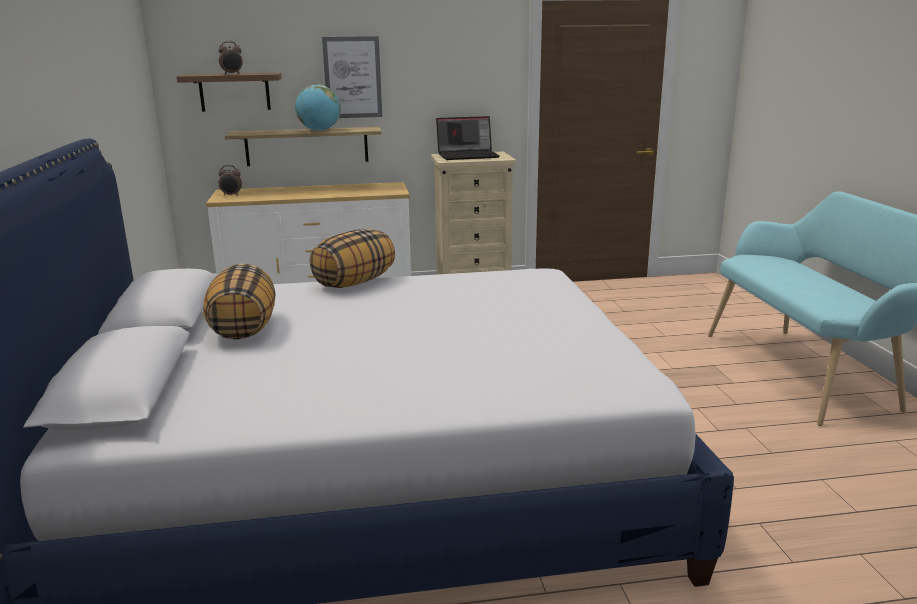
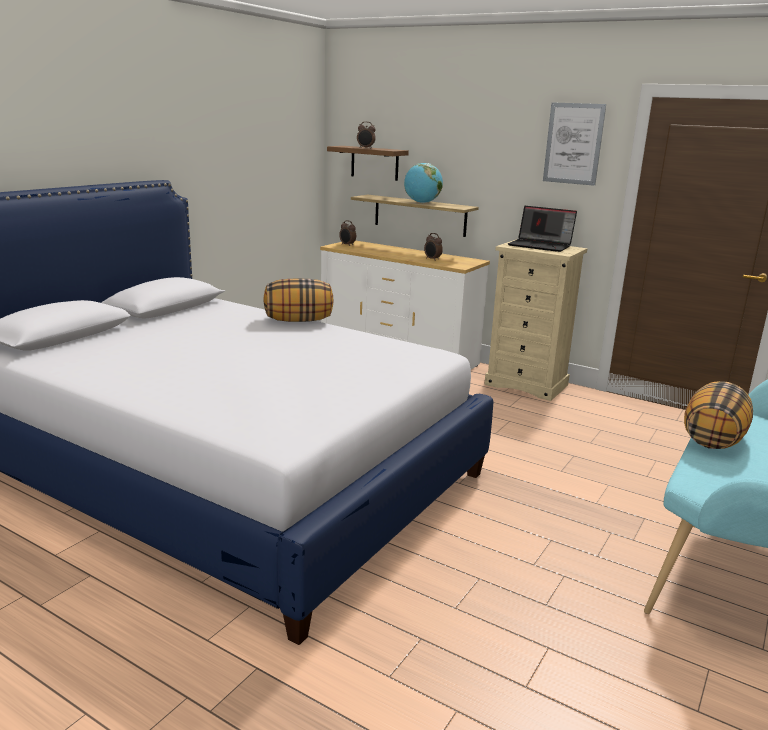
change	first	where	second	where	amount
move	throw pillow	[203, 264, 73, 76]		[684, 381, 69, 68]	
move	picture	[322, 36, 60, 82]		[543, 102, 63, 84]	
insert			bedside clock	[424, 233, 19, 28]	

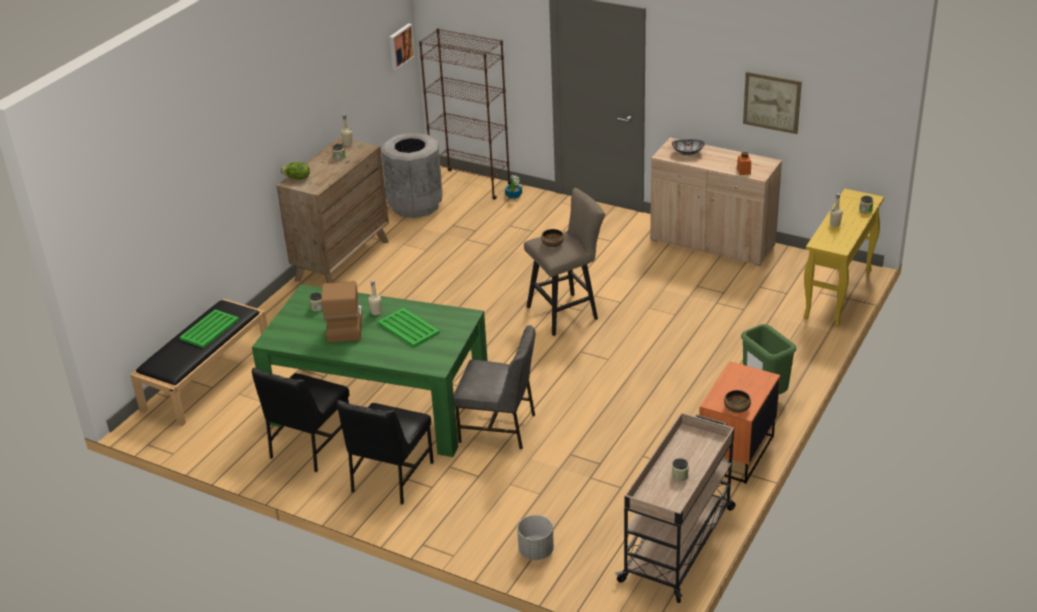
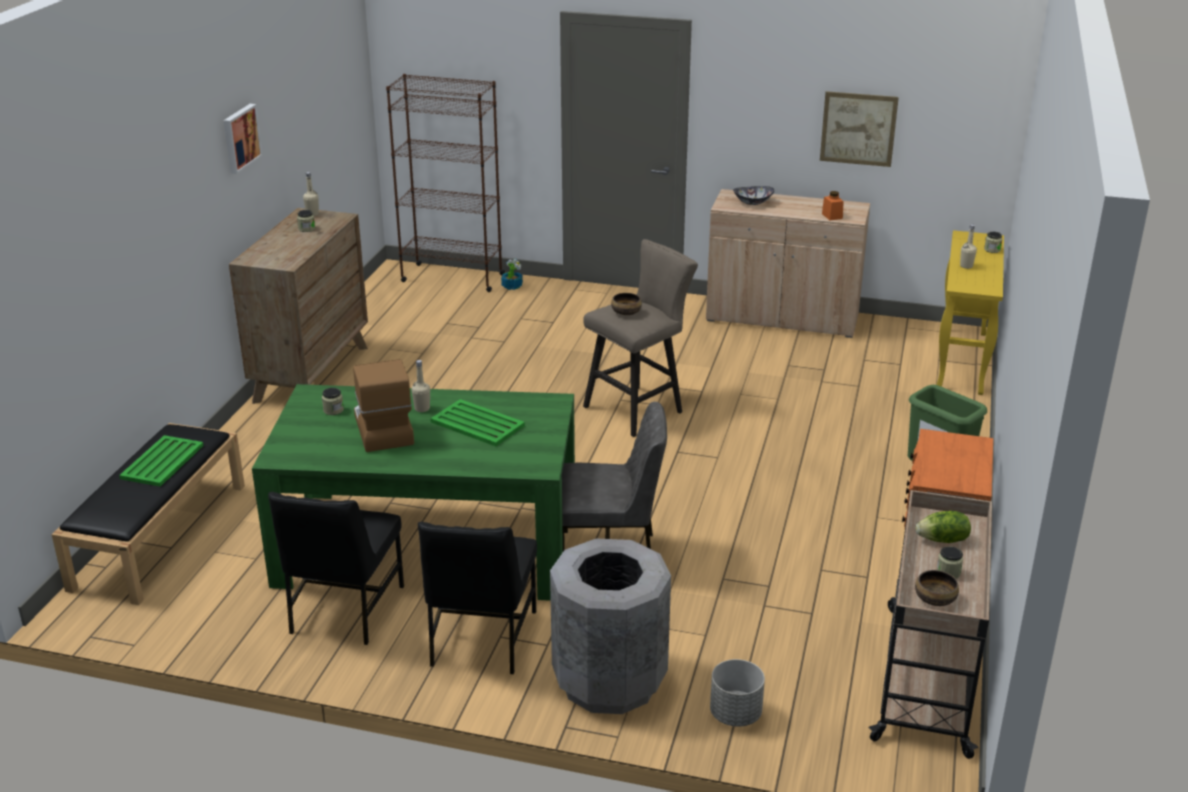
change	first	where	second	where	amount
move	lettuce	[281, 162, 29, 18]		[916, 511, 55, 32]	
move	waste bin in greyish	[382, 133, 61, 85]		[550, 539, 121, 175]	
move	picture	[389, 23, 26, 47]		[223, 104, 40, 70]	
move	serving bowl	[724, 390, 27, 23]		[915, 570, 44, 36]	

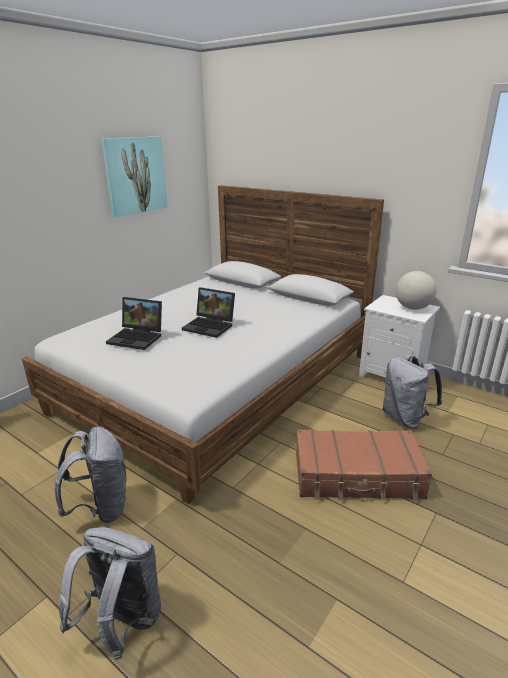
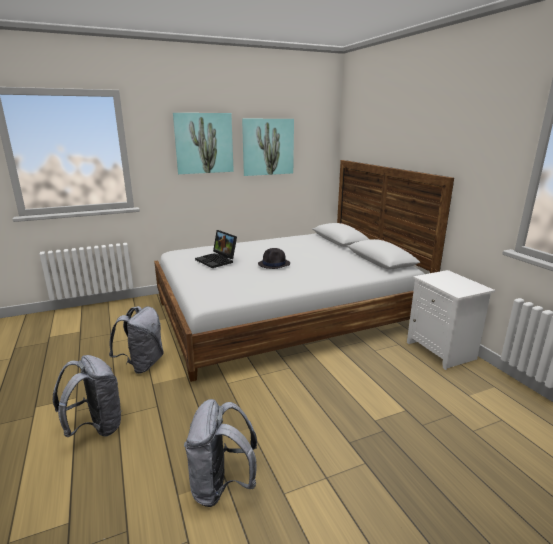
change	first	where	second	where	amount
replace	notebook computer	[182, 287, 53, 51]	clothing hat in black	[258, 248, 32, 21]	
delete	piece of luggage in brown	[296, 429, 136, 70]			
move	backpack in greyish	[383, 355, 59, 74]		[184, 399, 73, 108]	
delete	desk globe	[396, 271, 41, 39]			
insert			picture	[173, 113, 61, 61]	

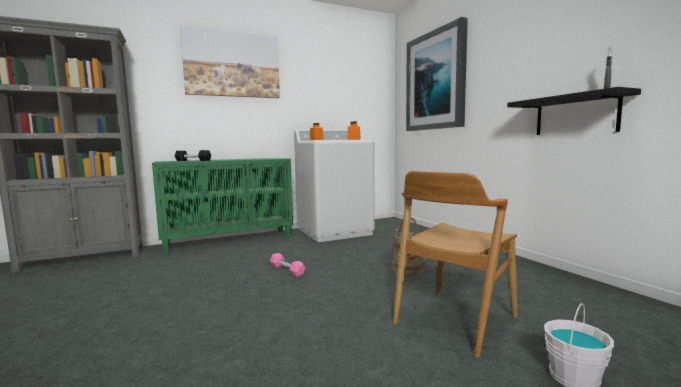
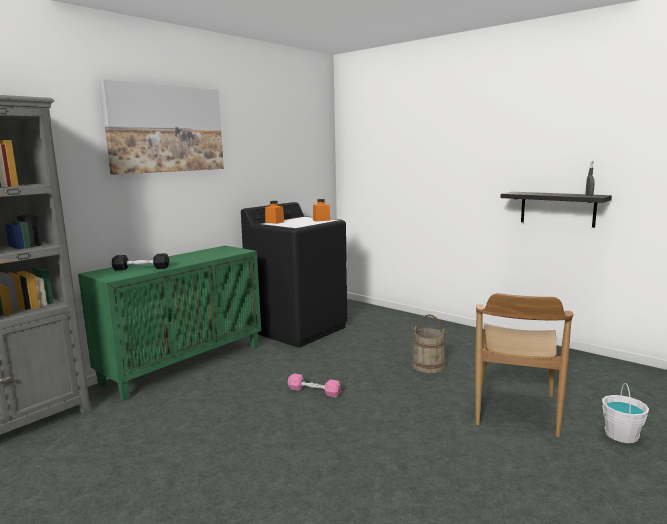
change	first	where	second	where	amount
recolor	washing machine in whitish	[294, 130, 81, 112]	washing machine in black	[241, 202, 106, 146]	
delete	picture	[406, 17, 62, 114]			

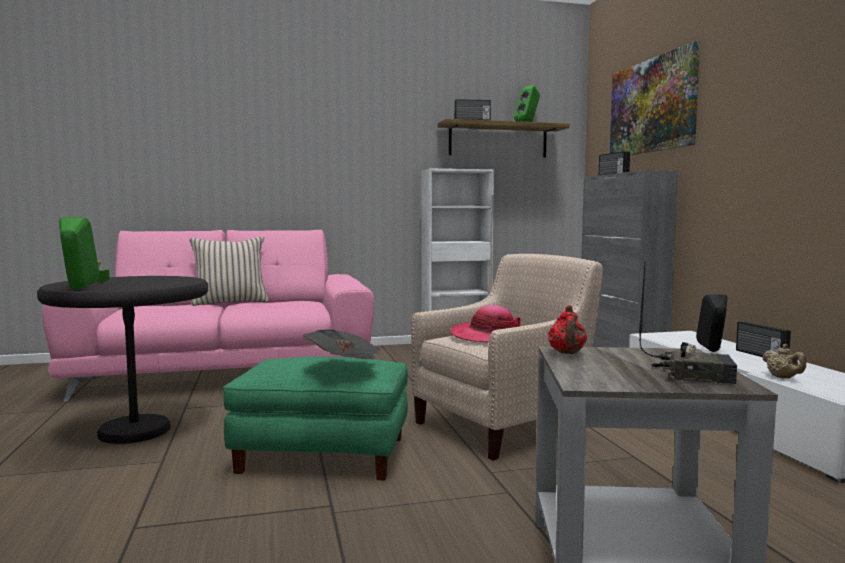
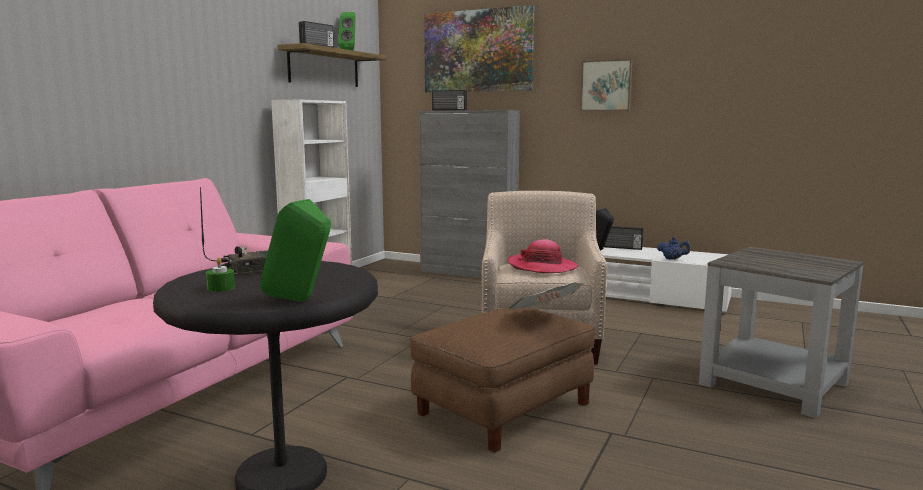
change	first	where	second	where	amount
delete	throw pillow in sand-coloured	[189, 237, 80, 69]			
recolor	ottoman in greenish	[223, 356, 185, 125]	ottoman in brown	[410, 307, 186, 145]	
delete	tea pot in red-coloured	[548, 305, 39, 49]			
move	radio	[639, 261, 98, 123]		[200, 187, 68, 88]	
recolor	tea pot in sand-coloured	[762, 344, 44, 34]	tea pot in bluish	[657, 237, 34, 23]	
insert			picture	[580, 59, 53, 52]	

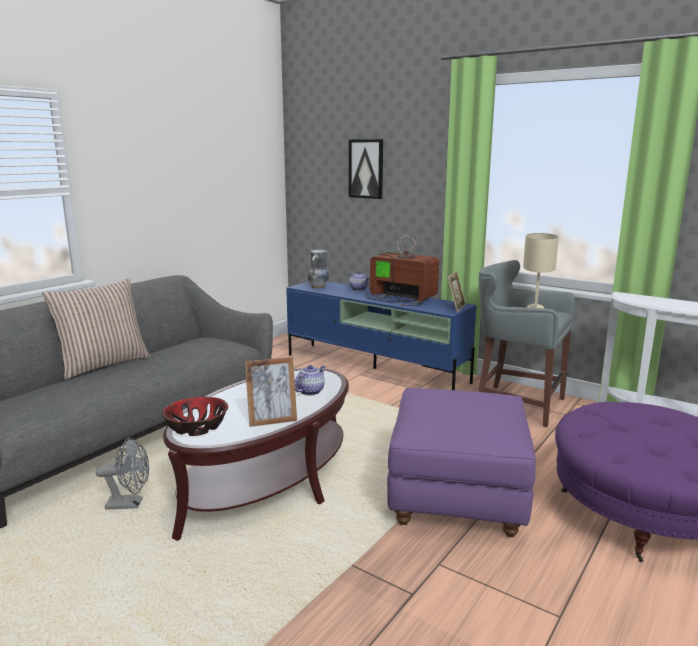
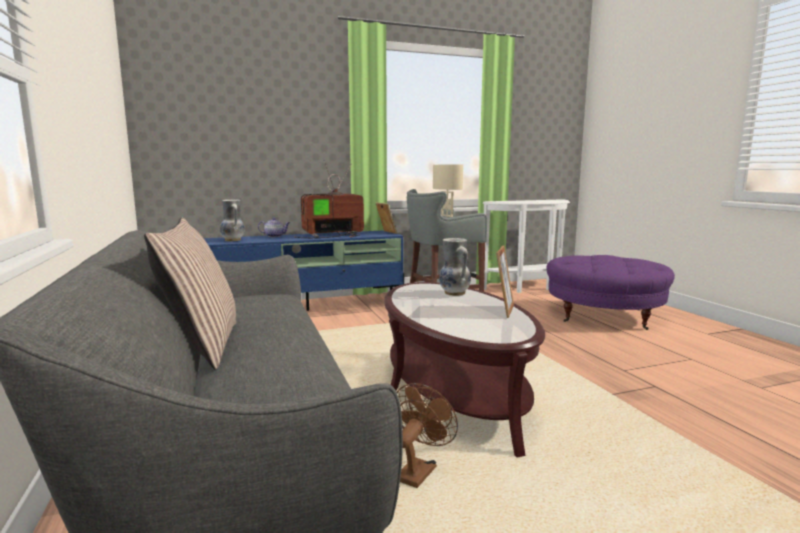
change	first	where	second	where	amount
recolor	electric fan in greyish	[95, 438, 54, 72]	electric fan in brown	[397, 383, 61, 105]	
delete	serving bowl	[162, 397, 66, 39]			
replace	tea pot	[295, 365, 30, 30]	vase	[439, 238, 32, 58]	
delete	picture	[349, 139, 34, 60]			
delete	ottoman in purple	[387, 387, 149, 150]			

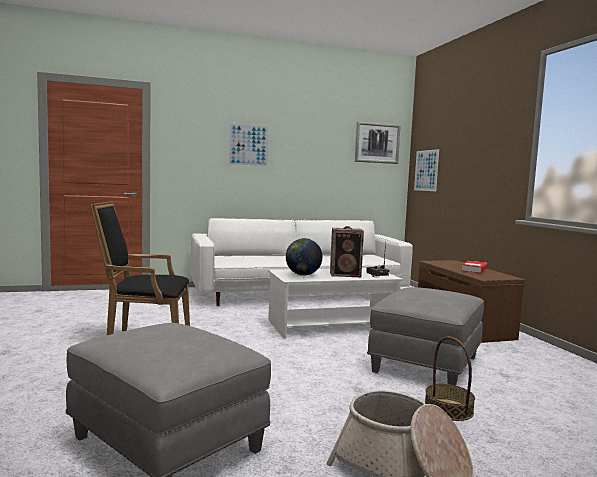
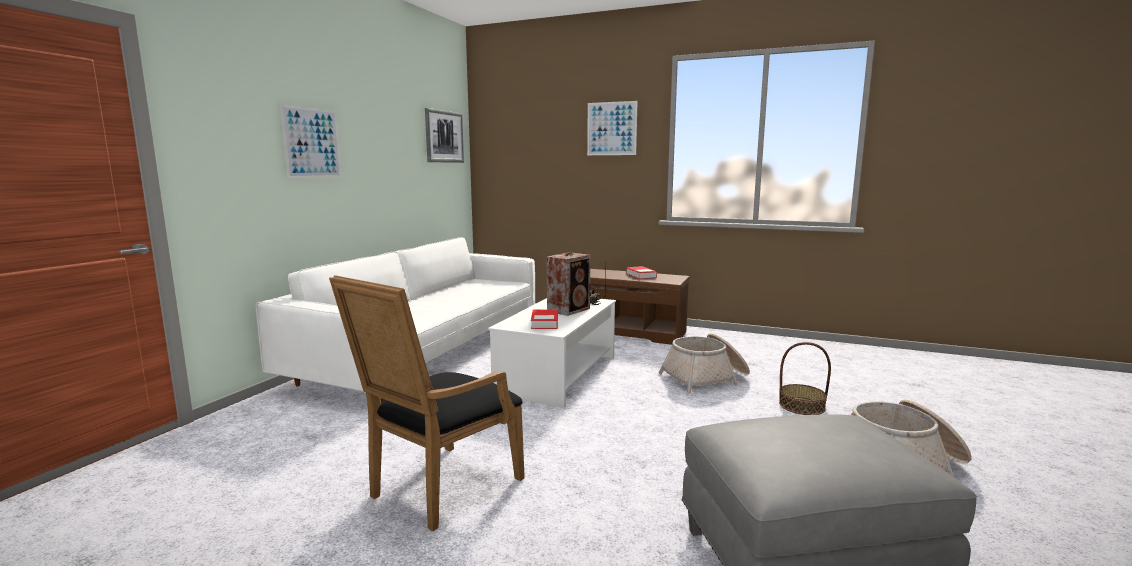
change	first	where	second	where	amount
replace	desk globe	[286, 238, 37, 38]	bound book	[531, 309, 27, 20]	
replace	ottoman in greyish	[367, 287, 117, 99]	household basket	[659, 333, 91, 60]	
move	picture	[414, 149, 25, 42]		[587, 101, 50, 54]	

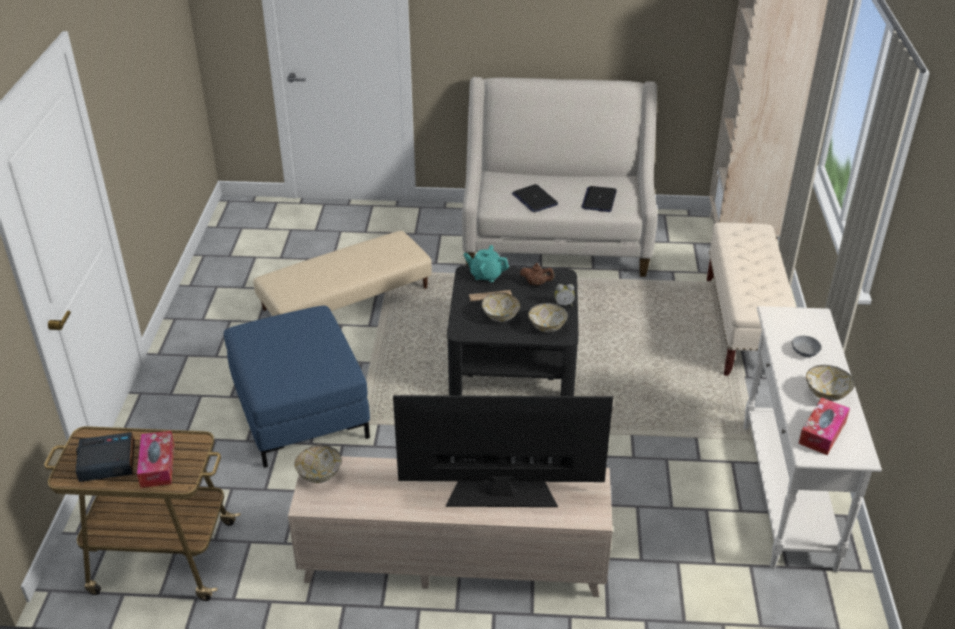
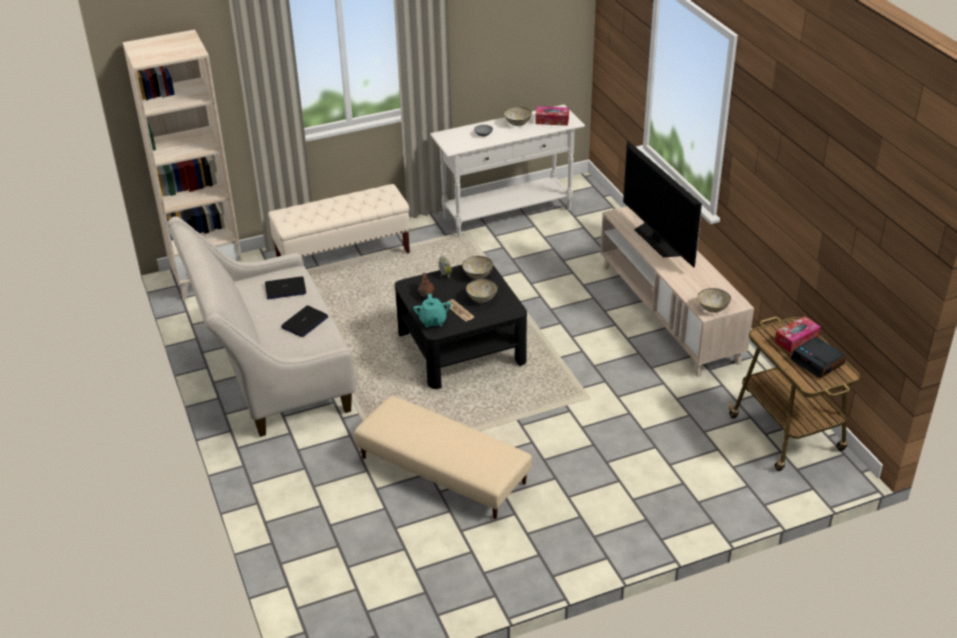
change	first	where	second	where	amount
delete	ottoman in bluish	[224, 306, 146, 162]			

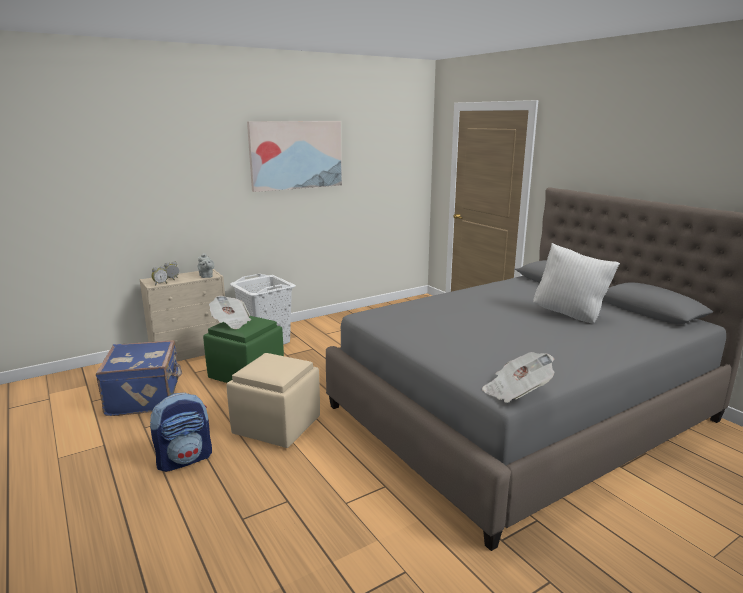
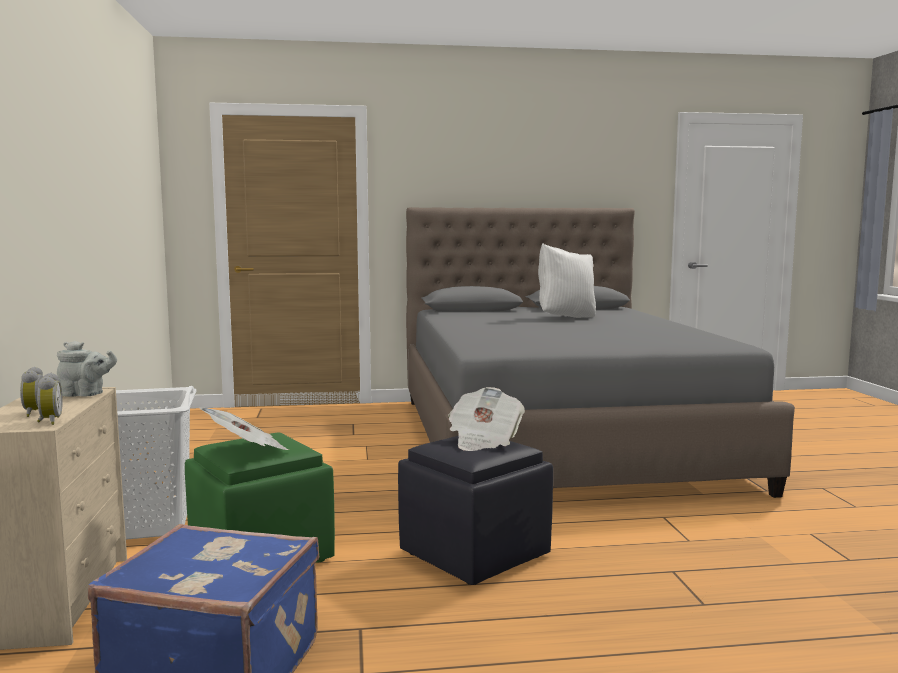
change	first	where	second	where	amount
delete	backpack	[150, 393, 62, 79]			
recolor	ottoman in sand-coloured	[226, 353, 94, 95]	ottoman in black	[398, 436, 155, 149]	
delete	picture	[247, 121, 95, 71]			
move	newspaper	[482, 352, 73, 51]		[448, 387, 77, 64]	

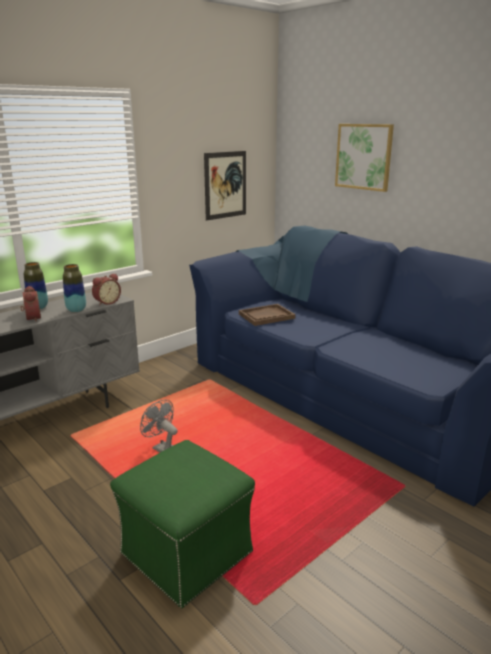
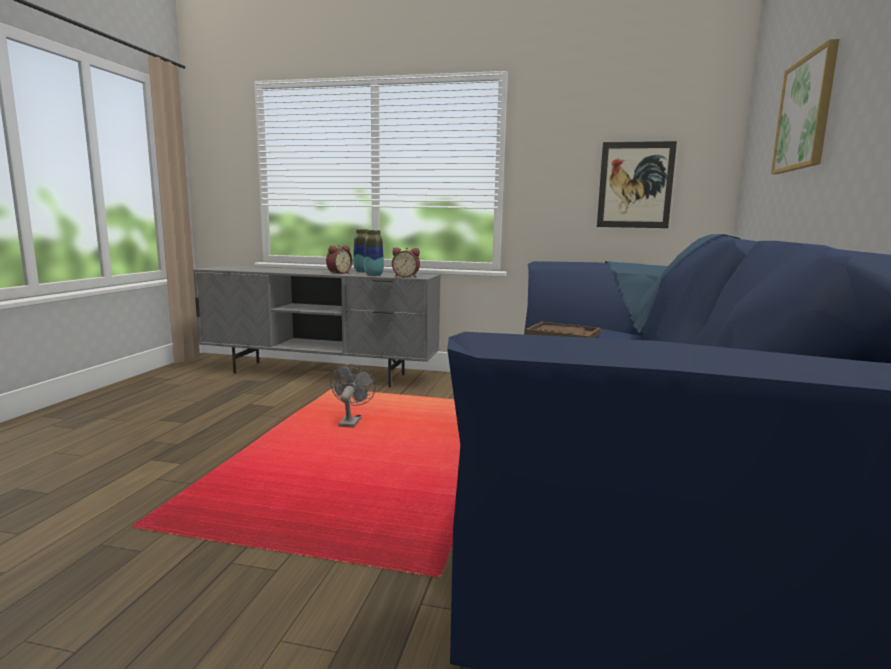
change	first	where	second	where	amount
delete	ottoman in greenish	[110, 440, 145, 168]			

